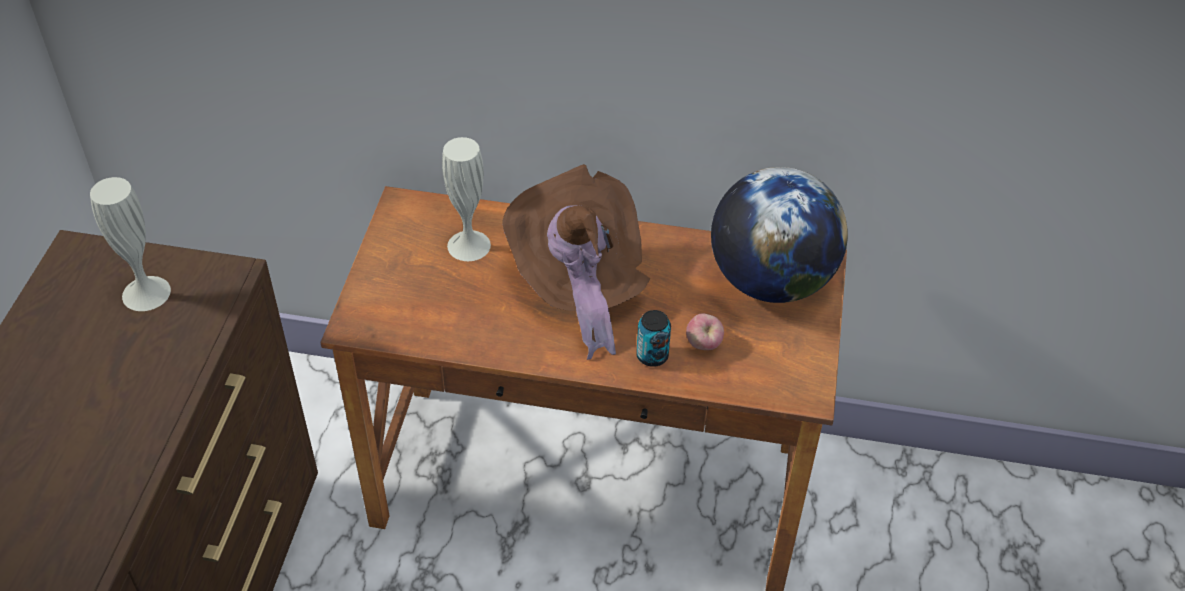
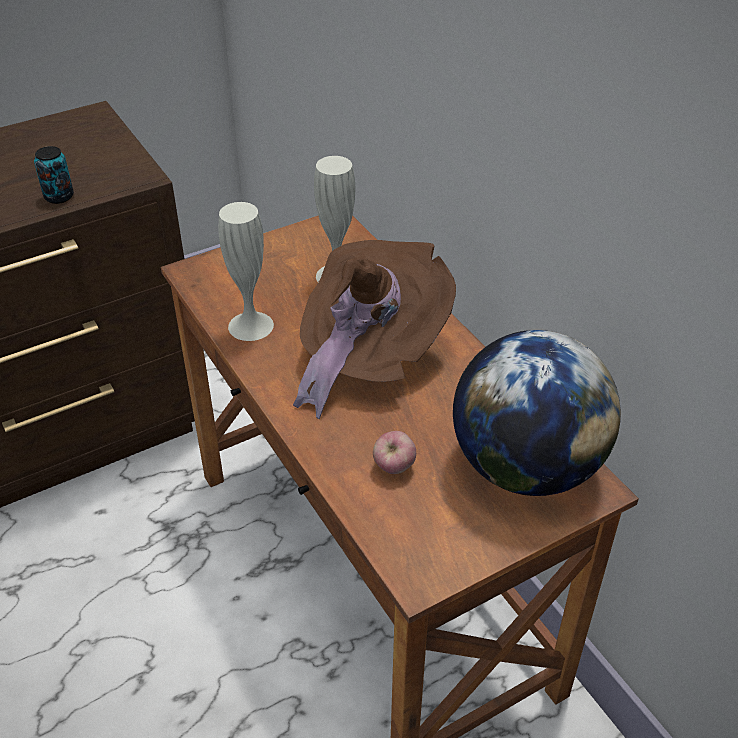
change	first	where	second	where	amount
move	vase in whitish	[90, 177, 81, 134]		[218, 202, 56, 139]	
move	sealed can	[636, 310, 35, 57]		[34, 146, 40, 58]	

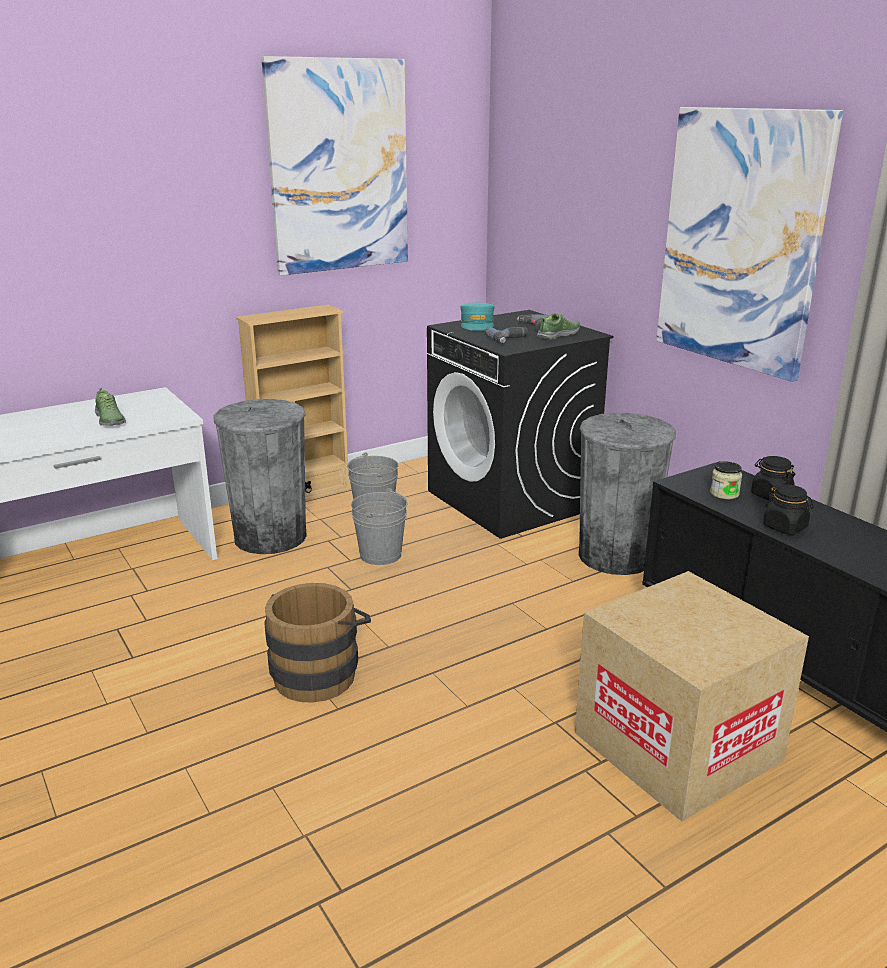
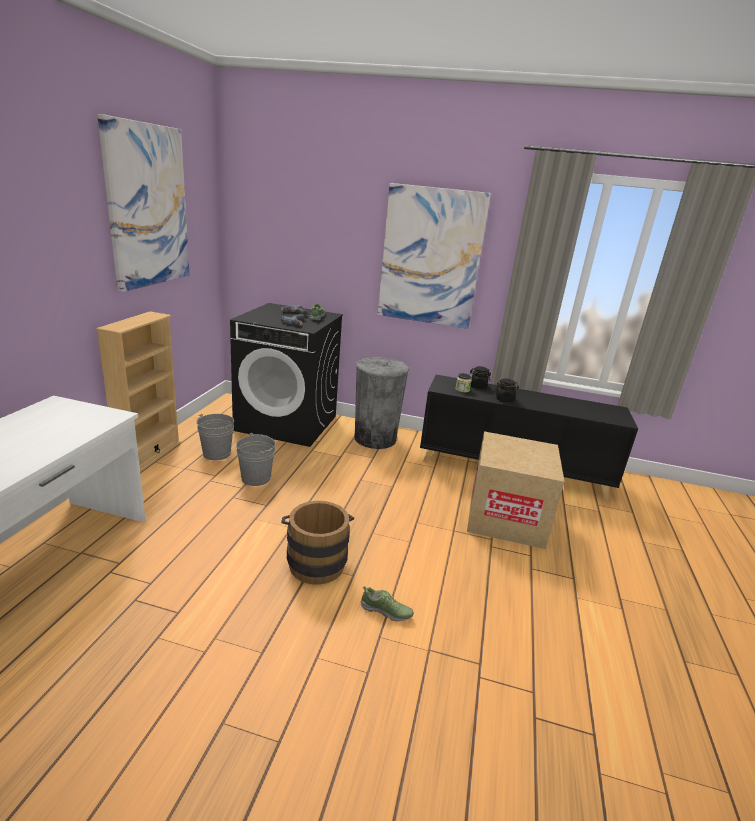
change	first	where	second	where	amount
move	low shoe	[95, 388, 31, 38]		[361, 587, 53, 35]	
delete	waste bin in greyish	[213, 399, 94, 155]			
delete	peaked cap in blue-green	[460, 302, 35, 29]			

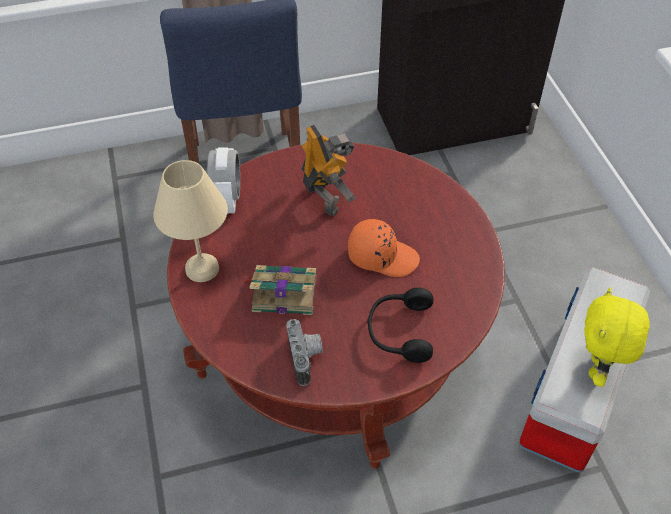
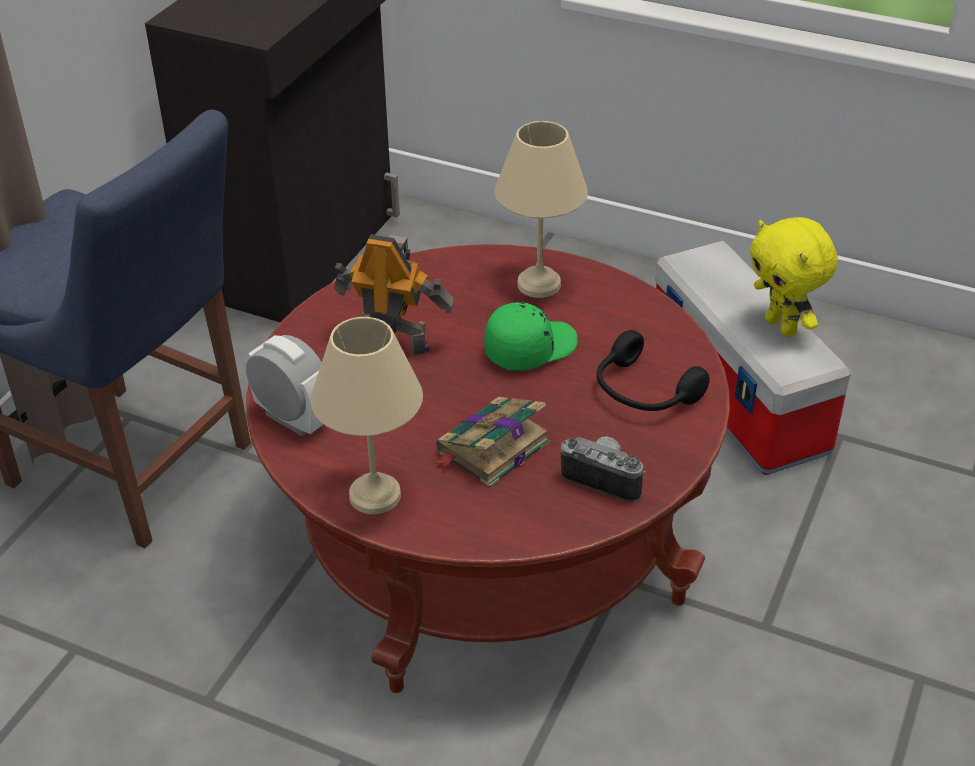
change	first	where	second	where	amount
recolor	peaked cap in orangey	[348, 219, 72, 58]	peaked cap in greenish	[484, 302, 94, 69]	
insert			tabletop lamp in sand-coloured	[495, 121, 93, 177]	

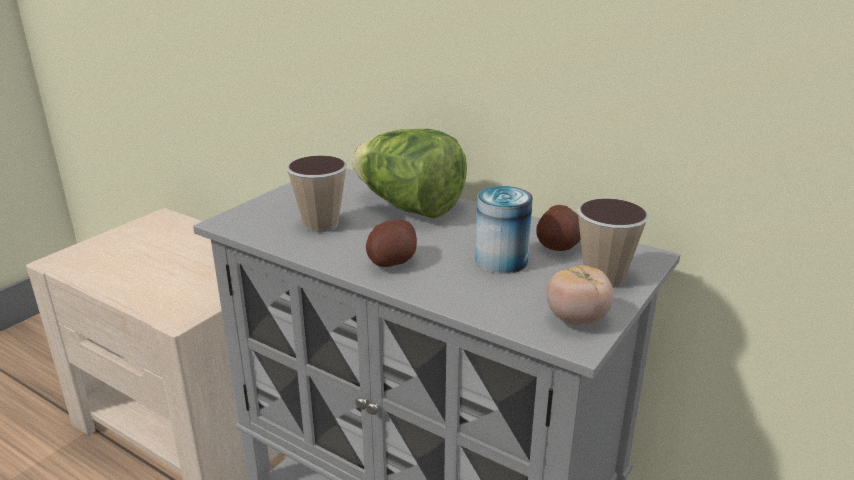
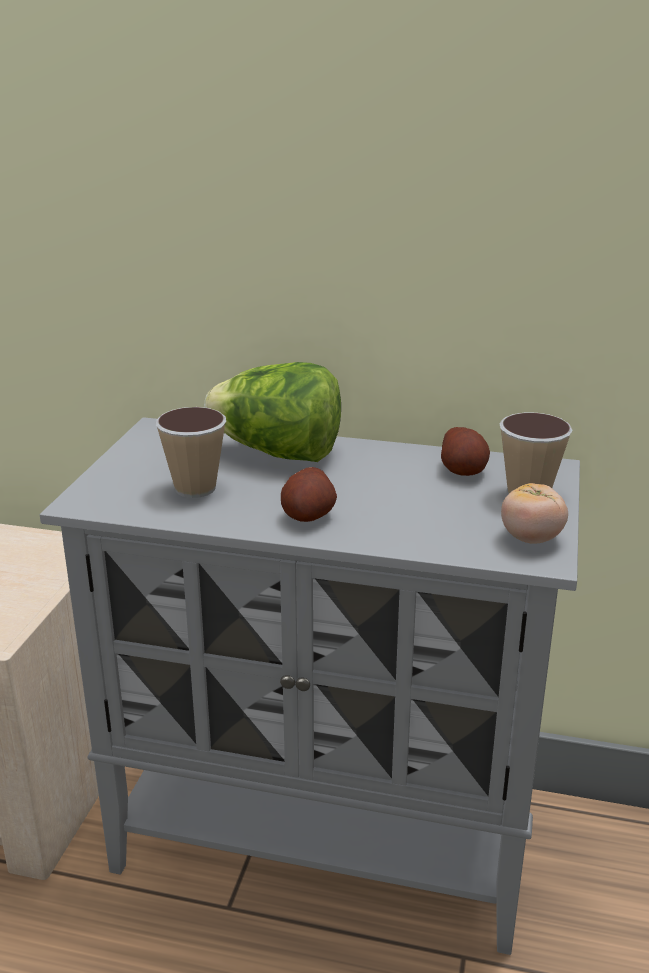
change	first	where	second	where	amount
delete	sealed can	[475, 186, 58, 88]			

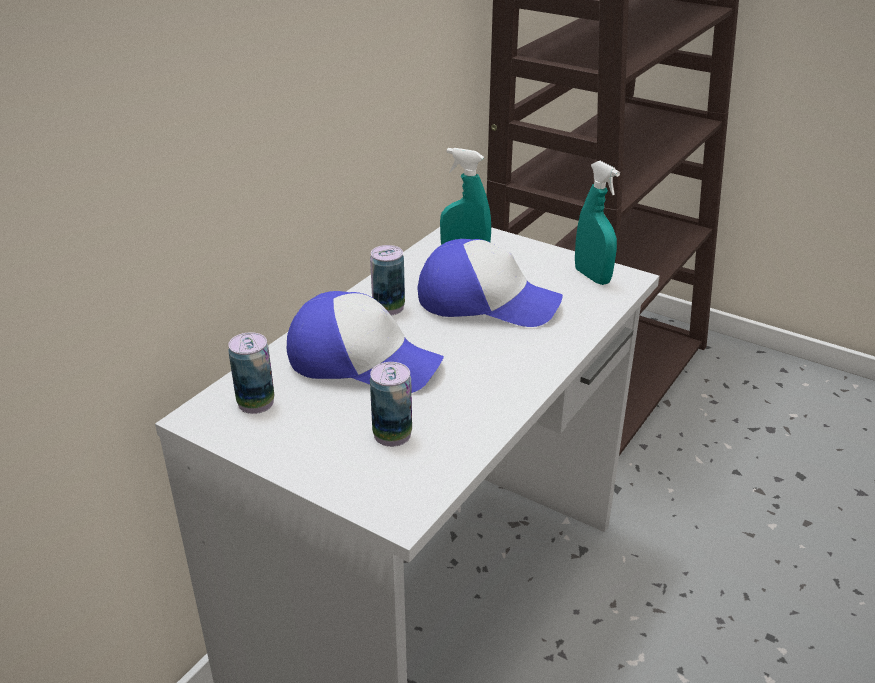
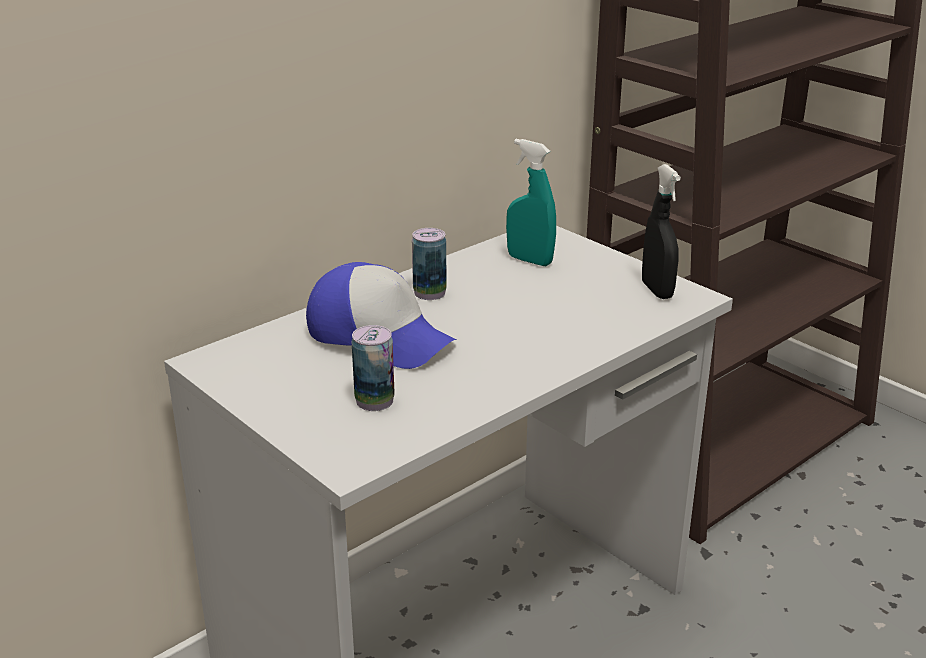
change	first	where	second	where	amount
delete	sealed can	[228, 332, 46, 82]			
delete	peaked cap	[418, 239, 145, 88]			
recolor	spray bottle in blue-green	[575, 161, 45, 124]	spray bottle in black	[642, 164, 39, 135]	

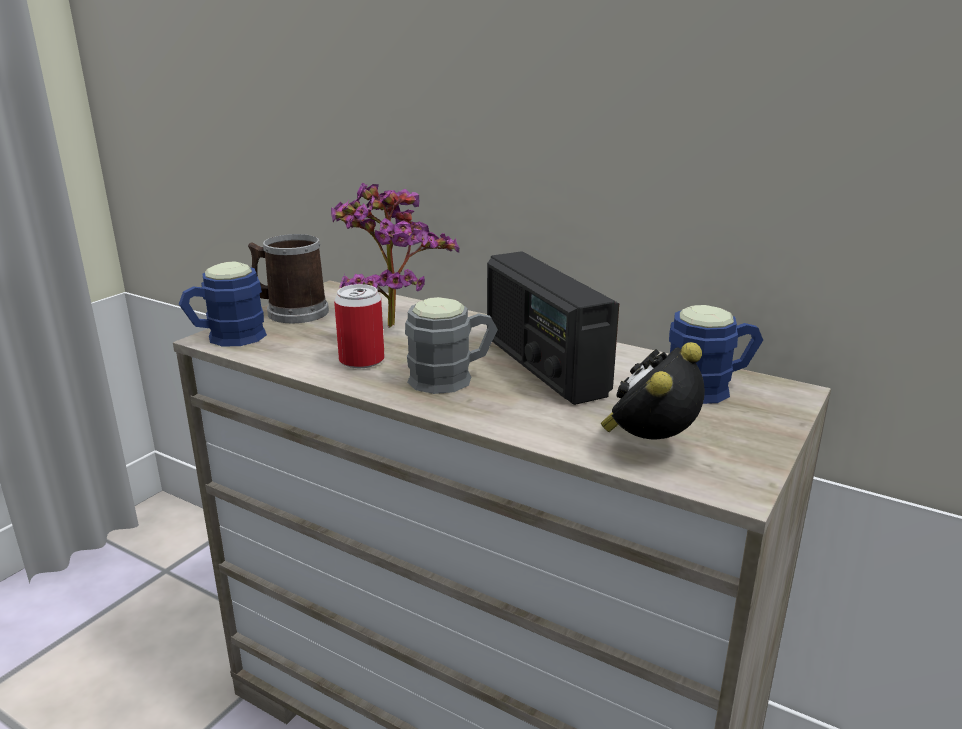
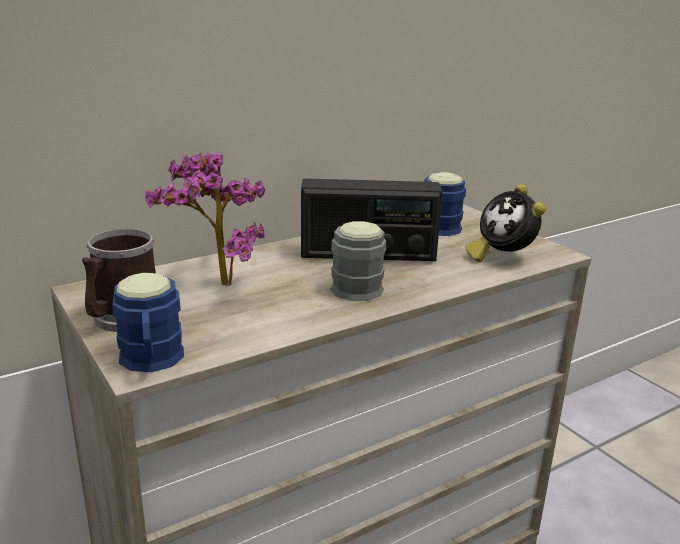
change	first	where	second	where	amount
delete	sealed can	[334, 284, 50, 84]			

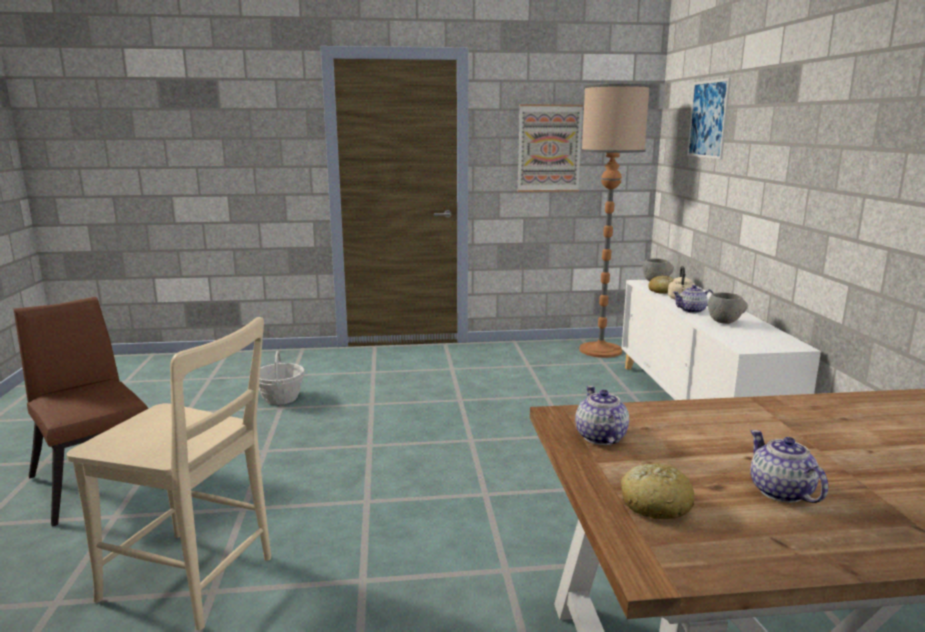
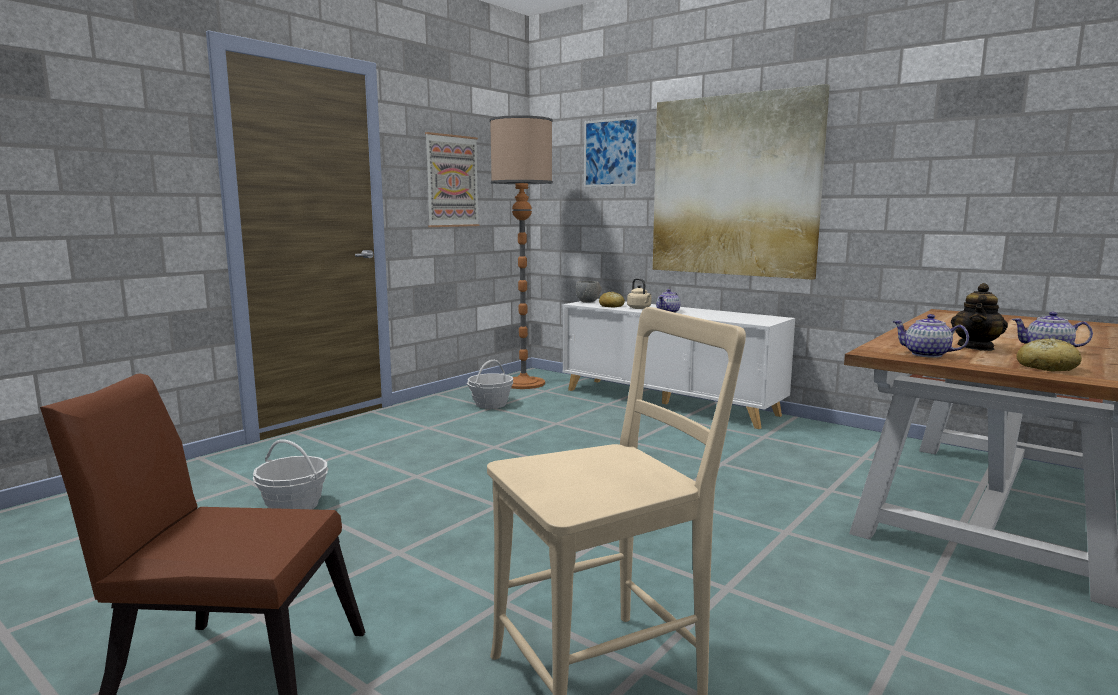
change	first	where	second	where	amount
delete	serving bowl in greyish	[708, 292, 40, 32]			
insert			household basket	[467, 360, 47, 49]	
insert			picture	[653, 84, 177, 196]	
insert			tea pot	[951, 283, 57, 68]	

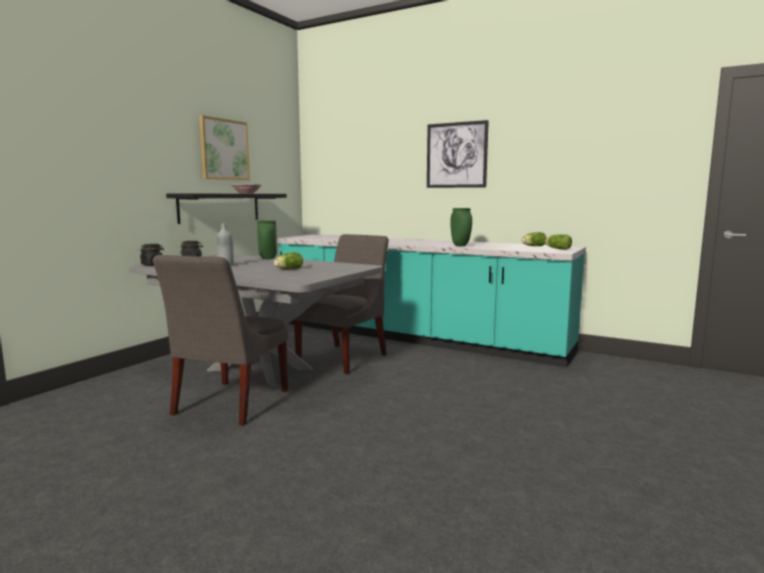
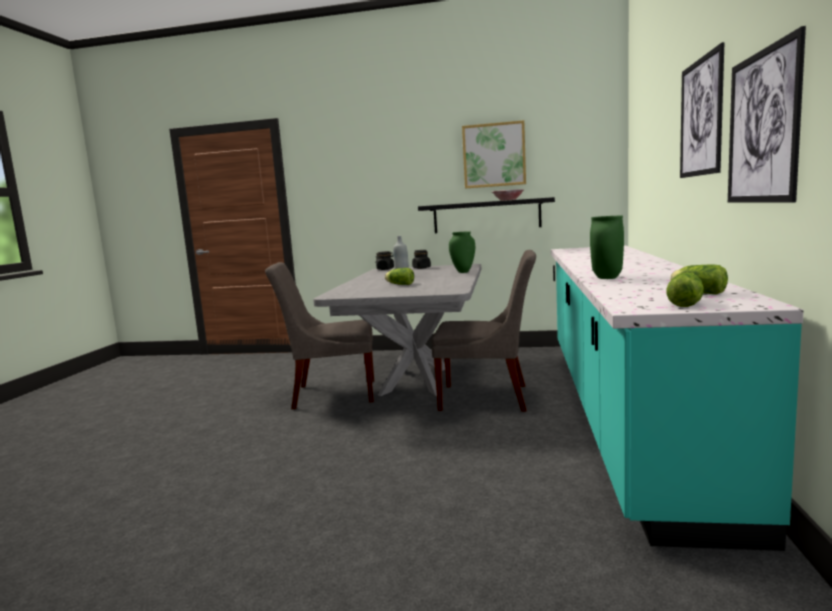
change	first	where	second	where	amount
insert			picture	[728, 26, 78, 177]	

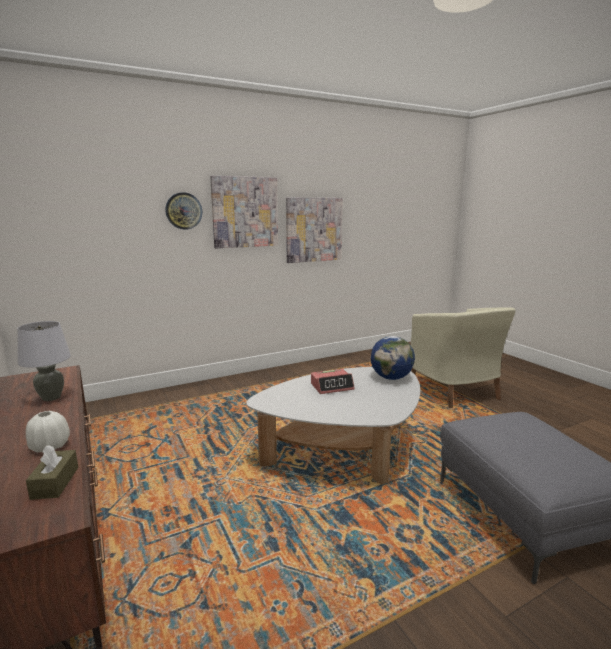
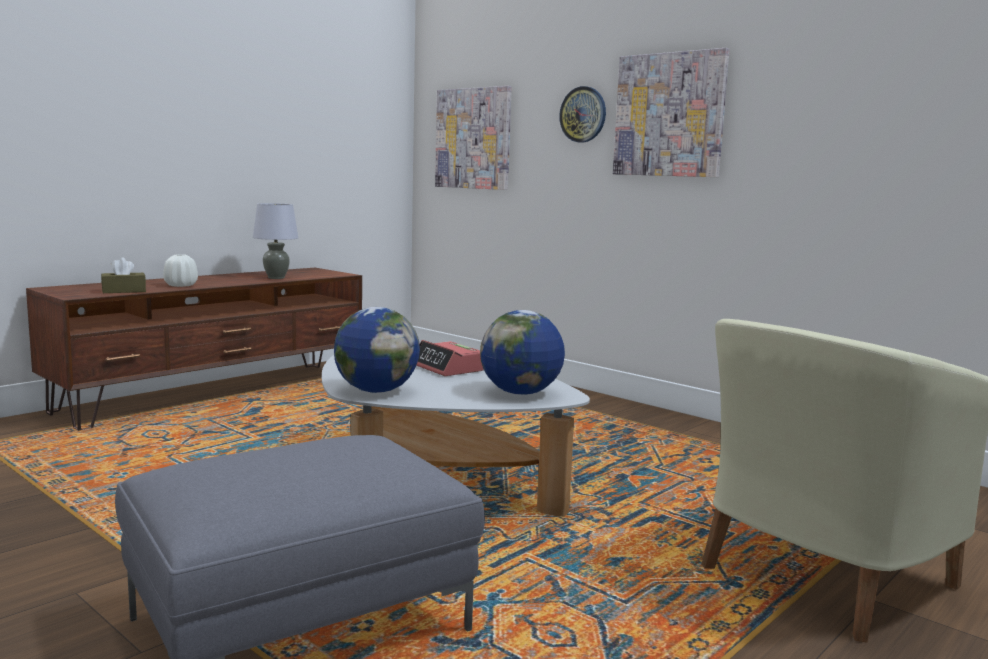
change	first	where	second	where	amount
move	picture	[286, 198, 57, 65]		[435, 86, 77, 104]	
insert			desk globe	[334, 307, 86, 86]	

